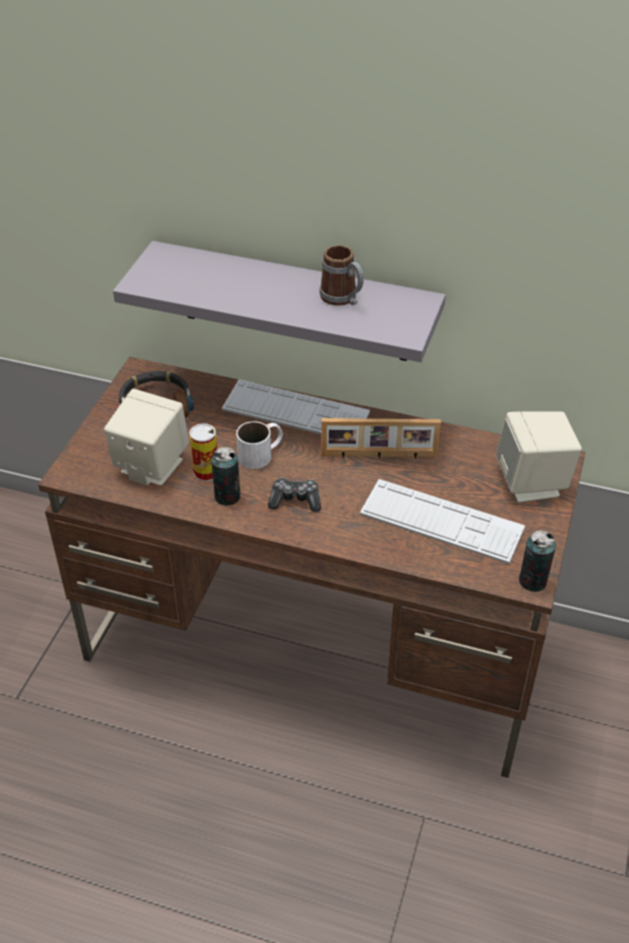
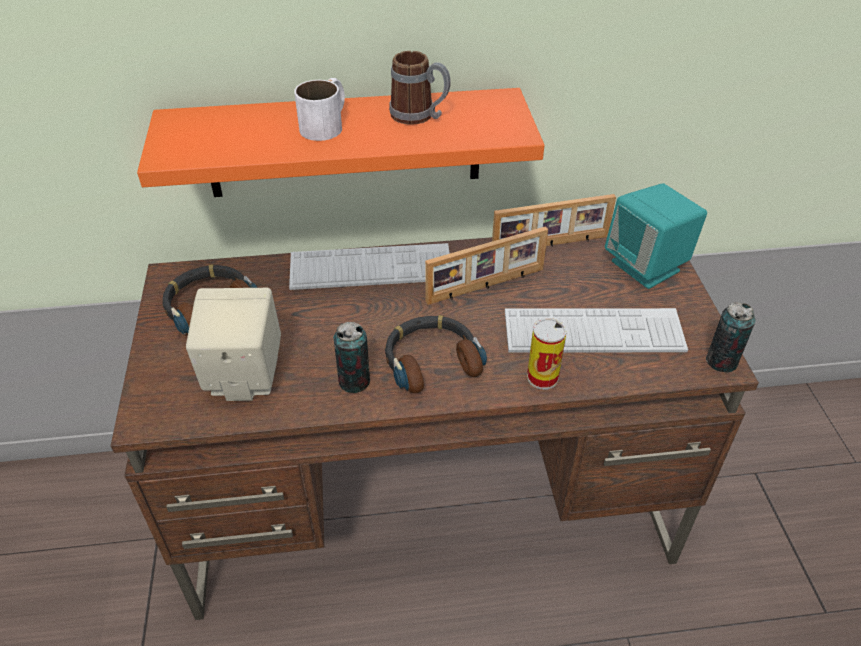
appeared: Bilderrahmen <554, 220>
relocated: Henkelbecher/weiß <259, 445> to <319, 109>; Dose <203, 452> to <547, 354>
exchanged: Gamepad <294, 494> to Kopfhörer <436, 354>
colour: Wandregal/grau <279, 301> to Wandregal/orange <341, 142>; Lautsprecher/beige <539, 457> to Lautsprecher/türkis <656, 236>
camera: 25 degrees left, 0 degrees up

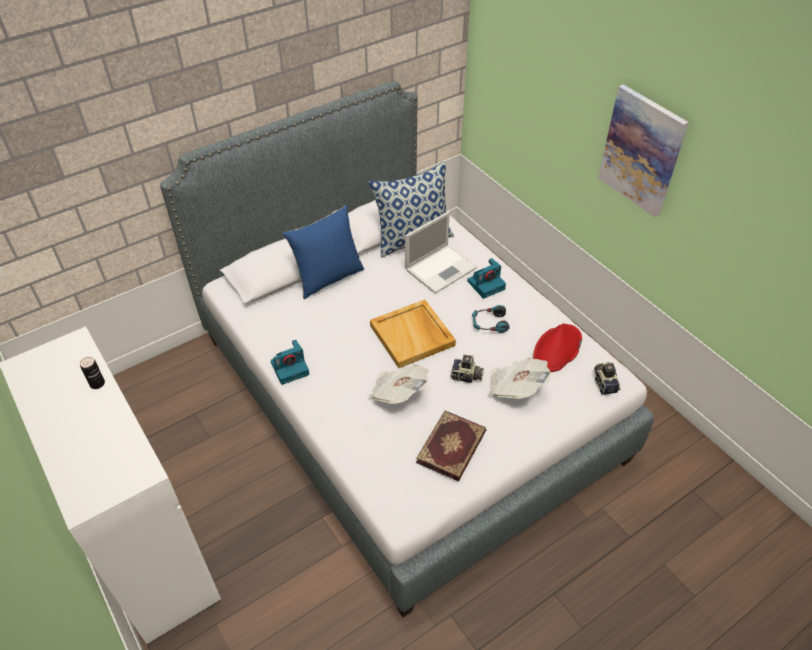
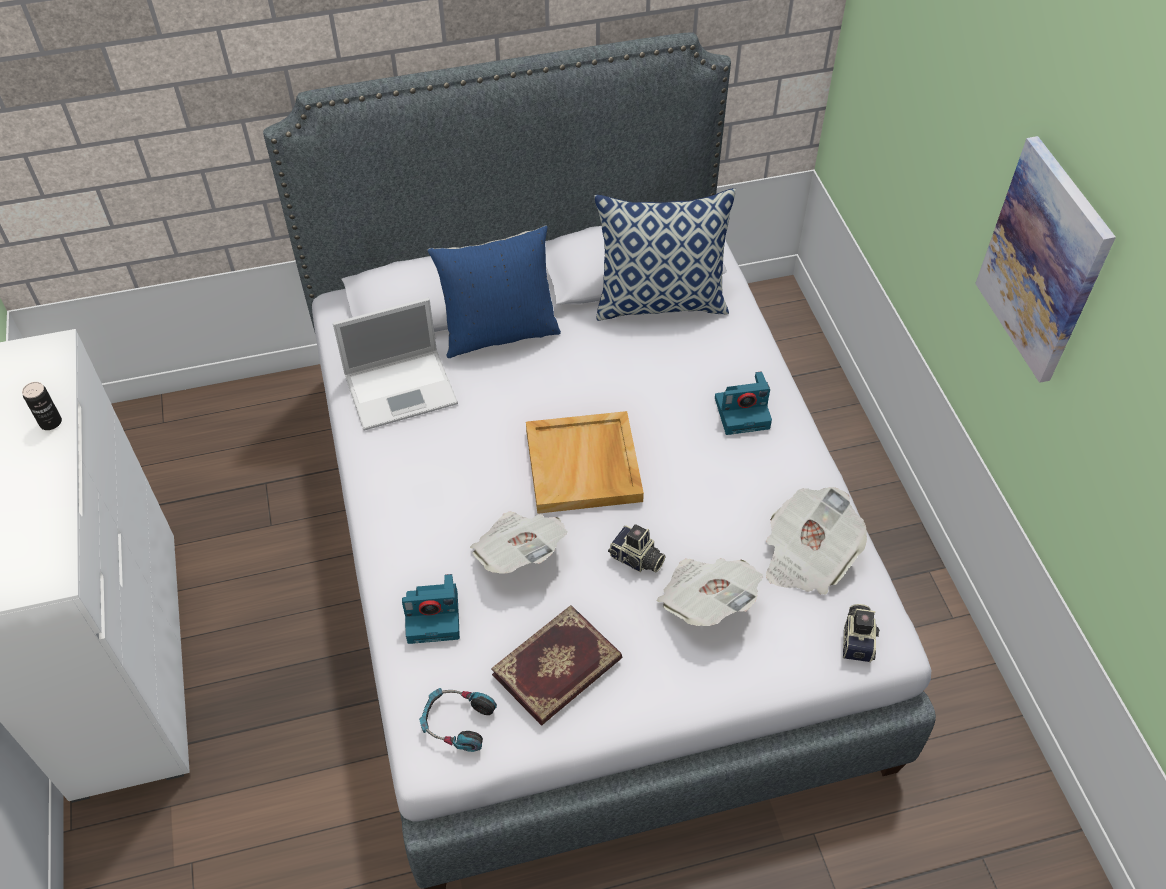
relocated: Laptop <441, 253> to <395, 364>; Kopfhörer <491, 319> to <458, 720>; Kamera <290, 362> to <431, 609>
exchanged: Hut/rot <557, 347> to Zeitung <816, 541>
camera: 20 degrees right, 5 degrees up

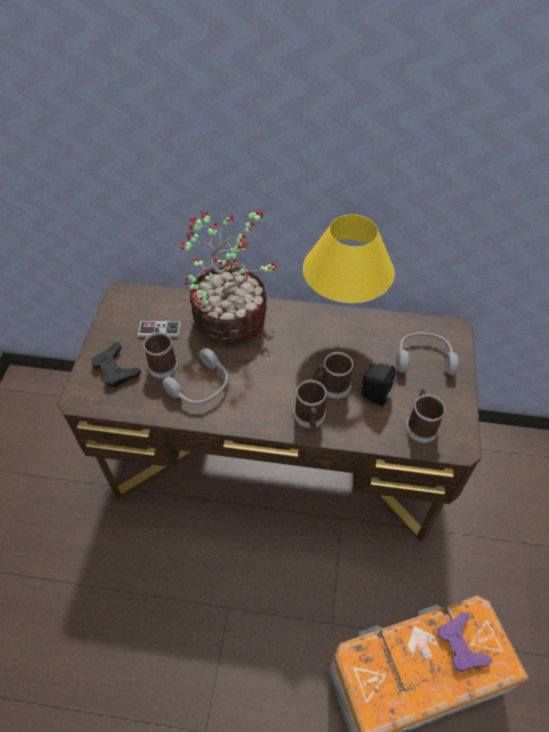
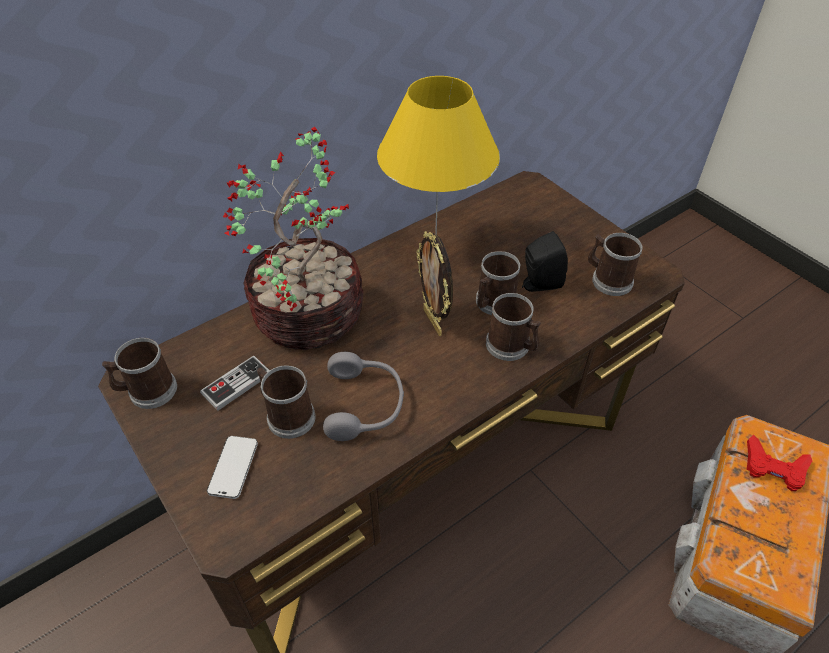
missing: Kopfhörer/grau <427, 353>
appeared: Bilderrahmen <434, 283>; Henkelbecher <139, 373>
exchanged: Gamepad/schwarz <116, 365> to Handy <232, 467>
colour: Gamepad/lila <465, 642> to Gamepad/rot <779, 463>
camera: 45 degrees left, 5 degrees down

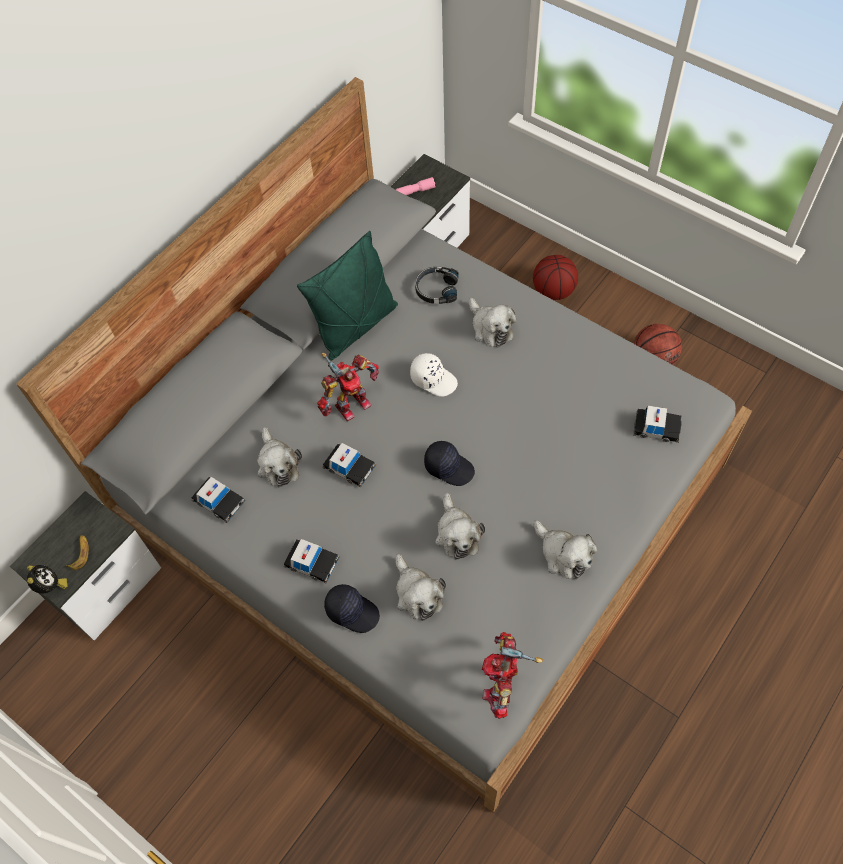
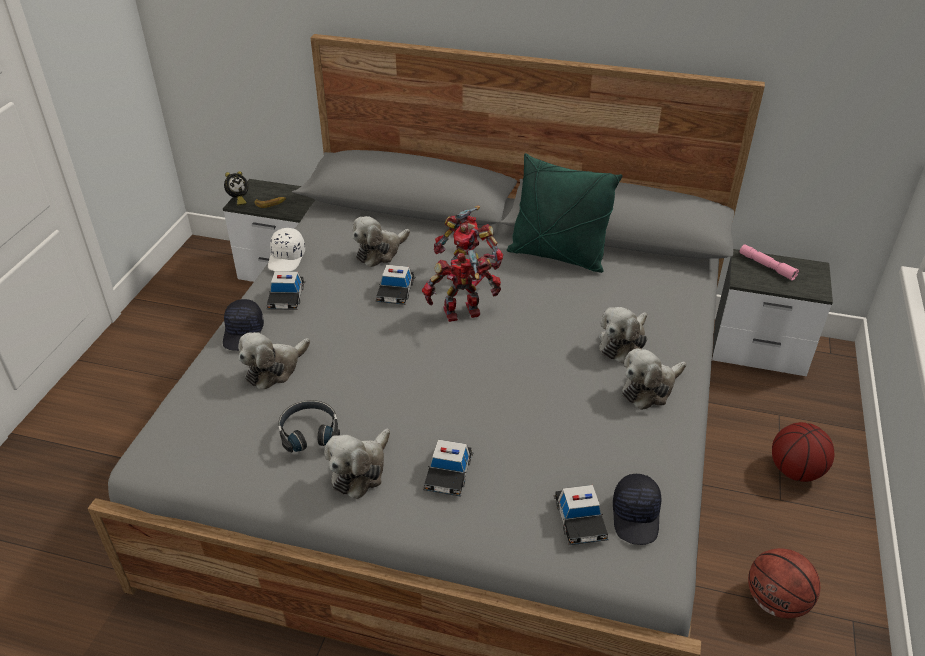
relocated: Kopfhörer/schwarz <437, 285> to <309, 426>; Kappe/weiß <434, 375> to <286, 249>; Kappe/schwarz <449, 463> to <637, 509>; Spielzeugauto <218, 500> to <448, 468>; Plüschtier <460, 526> to <654, 379>; Spielzeugroboter <512, 675> to <461, 285>
camera: 65 degrees right, 20 degrees down

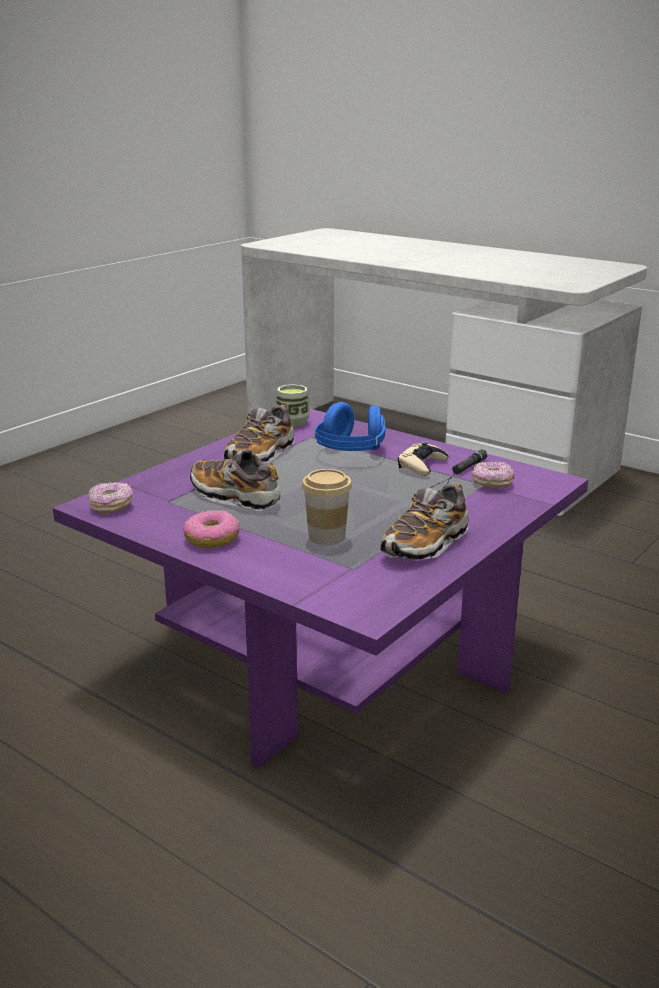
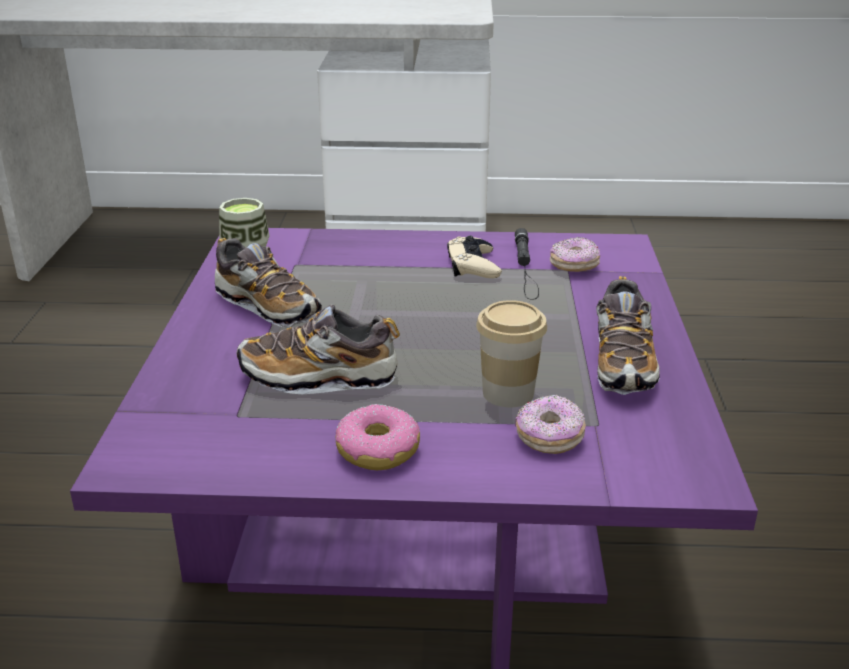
missing: Kopfhörer/blau <349, 426>
relocated: Donut <110, 498> to <550, 424>
spun: Schuh <259, 434> = <268, 283> 45 degrees counterclockwise
camera: 35 degrees left, 5 degrees up

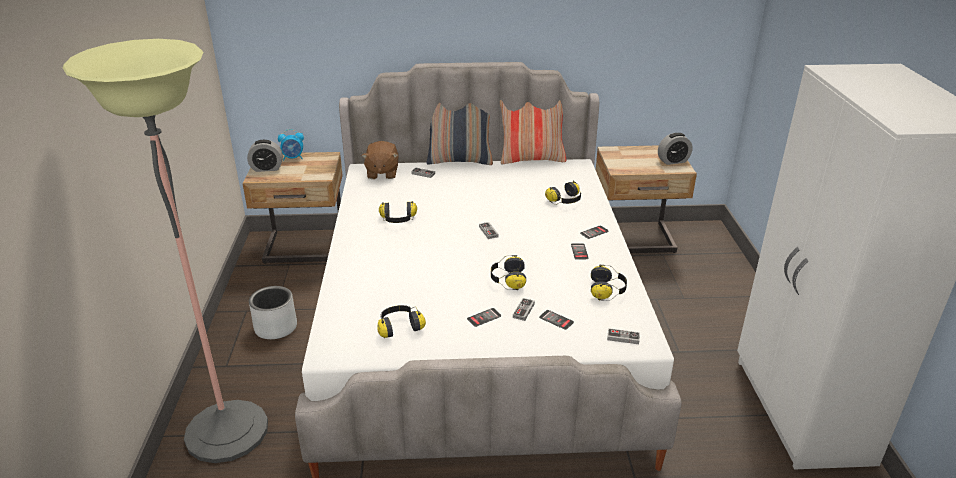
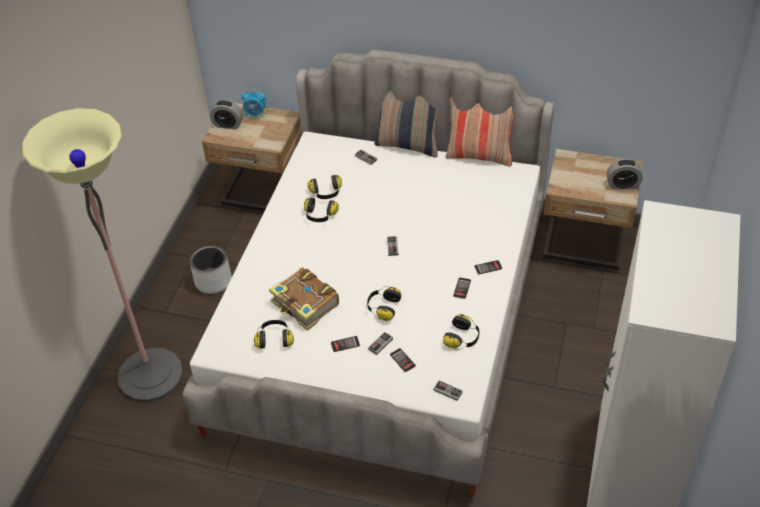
missing: Plüschtier/braun <380, 160>
appeared: Buch <304, 299>
relocated: Kopfhörer <563, 193> to <324, 187>
camera: 20 degrees right, 15 degrees up

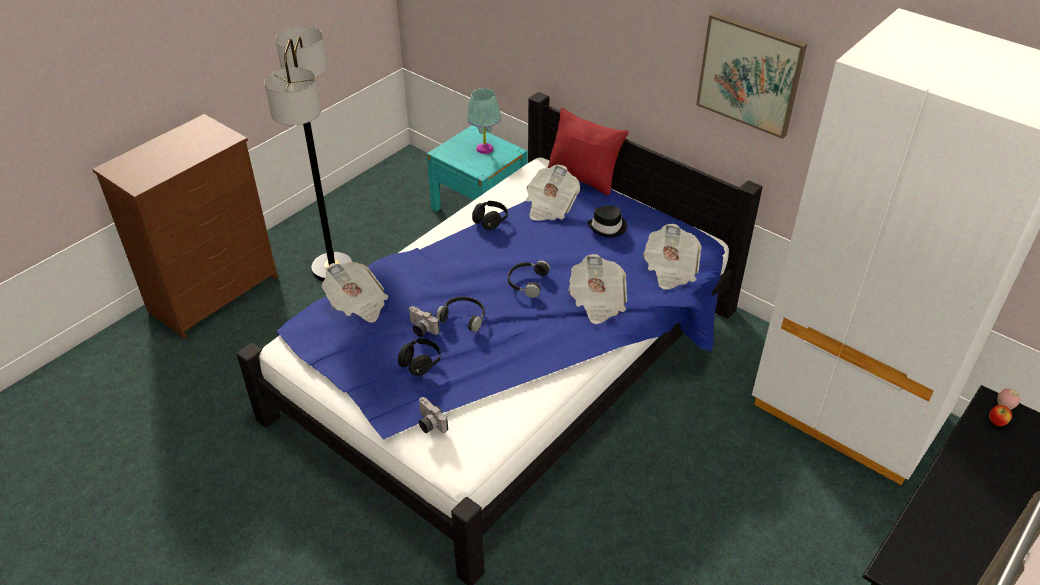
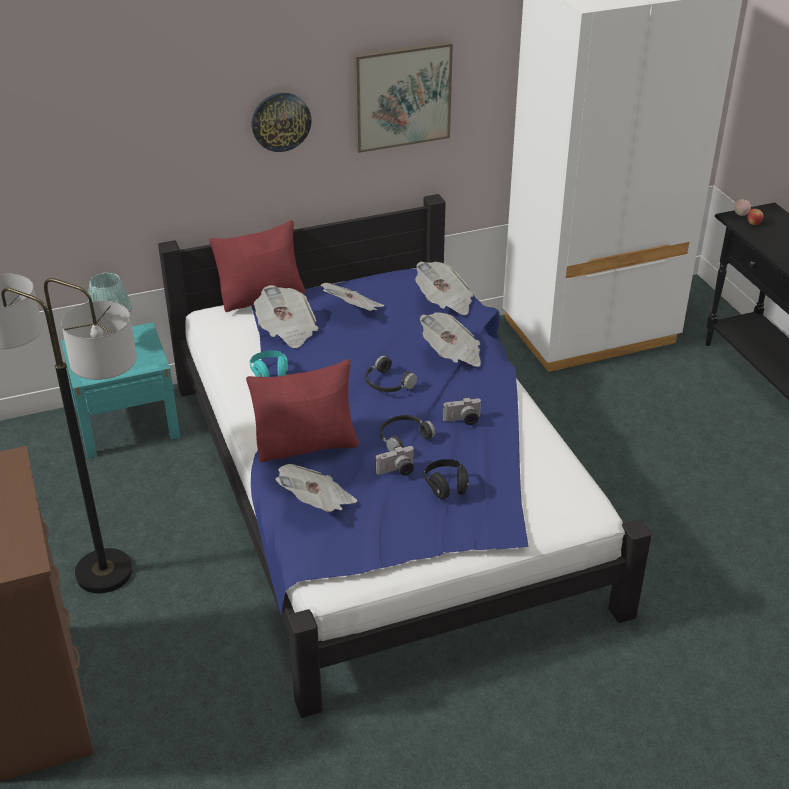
appeared: Wanduhr <282, 122>; Kissen/rot <302, 411>
relocated: Kamera <433, 415> to <462, 411>
exchanged: Hut/schwarz <607, 221> to Zeitung <352, 297>
colour: Kopfhörer/schwarz <490, 215> to Kopfhörer/türkis <269, 363>
camera: 60 degrees left, 5 degrees down

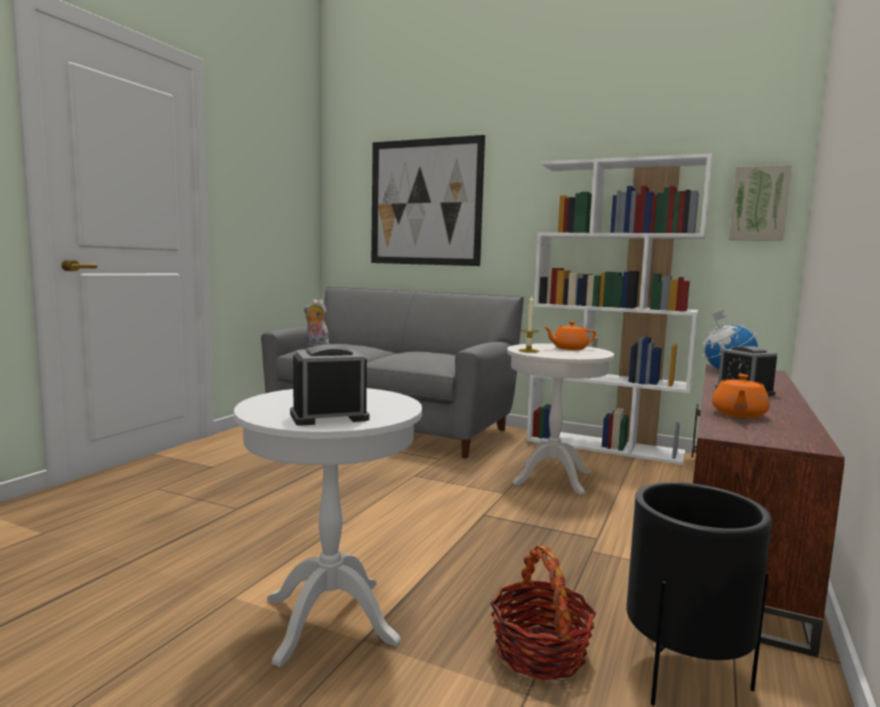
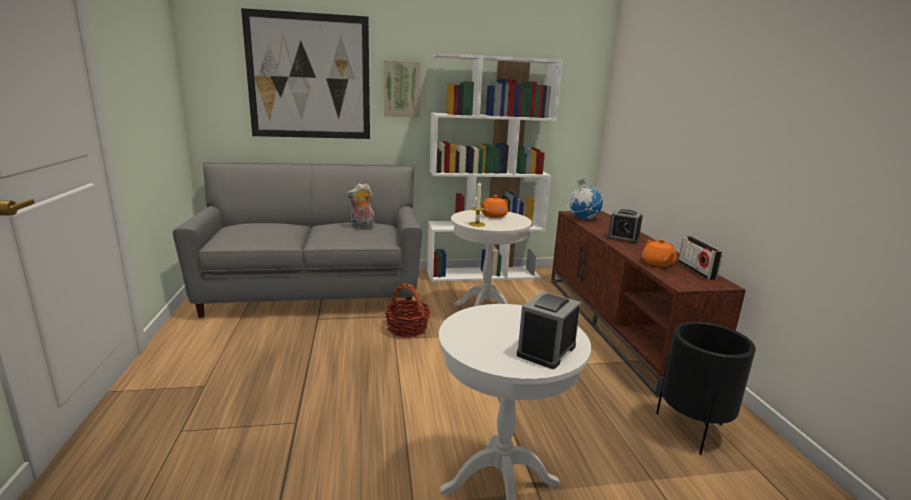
appeared: Radio <700, 258>
relocated: Bild <760, 203> to <402, 89>; Plüschtier <316, 322> to <360, 206>; Korb <543, 612> to <407, 310>
camera: 35 degrees left, 10 degrees up

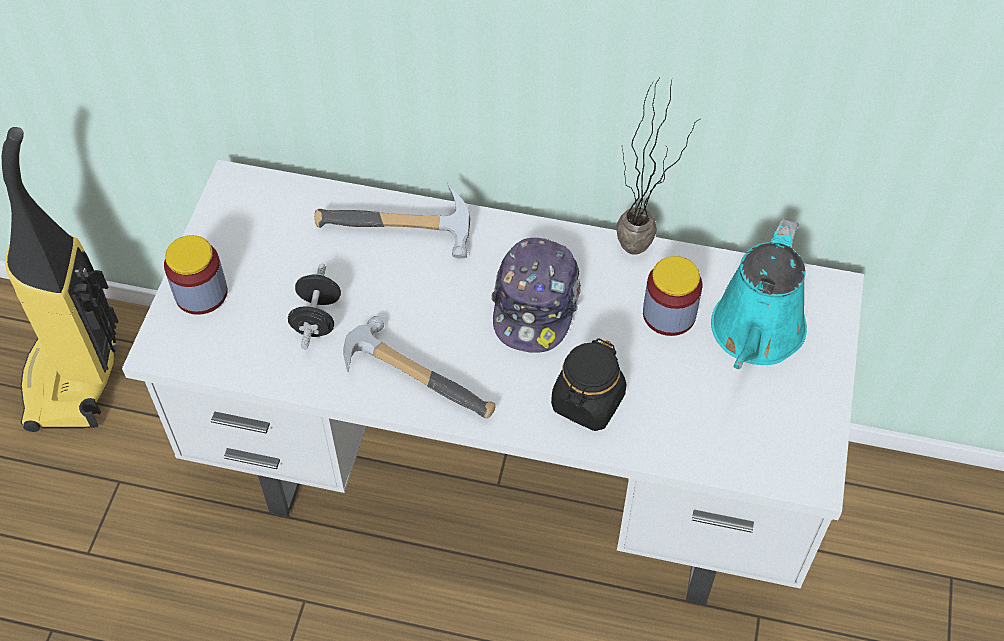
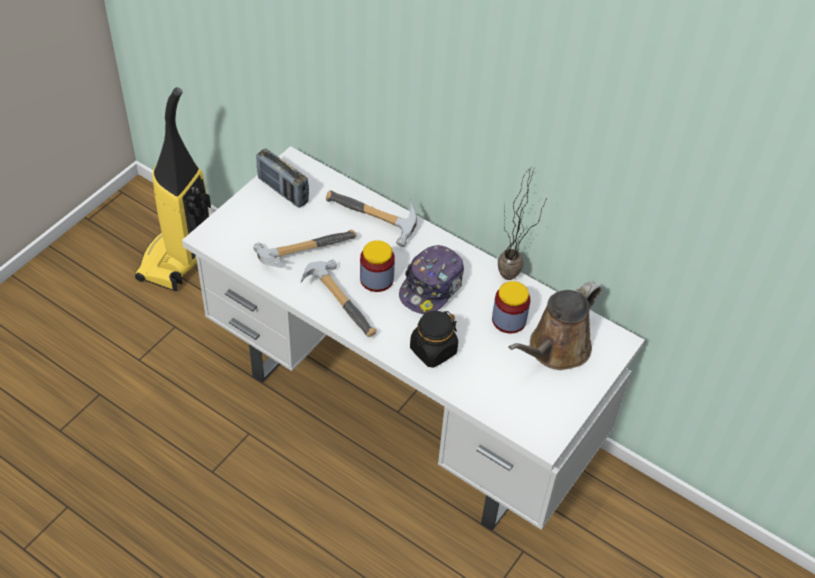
appeared: Radio <282, 178>
relocated: Vorratsglas <196, 275> to <377, 266>
exchanged: Hantel/schwarz <314, 306> to Hammer <304, 249>
colour: Gießkanne/türkis <759, 293> to Gießkanne/braun <554, 325>
camera: 20 degrees right, 5 degrees down

